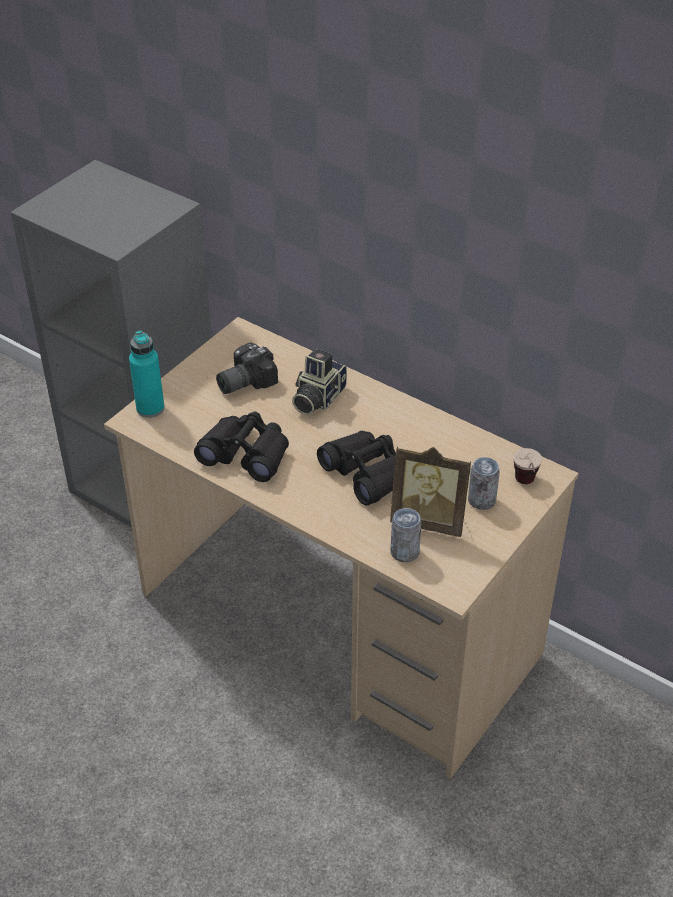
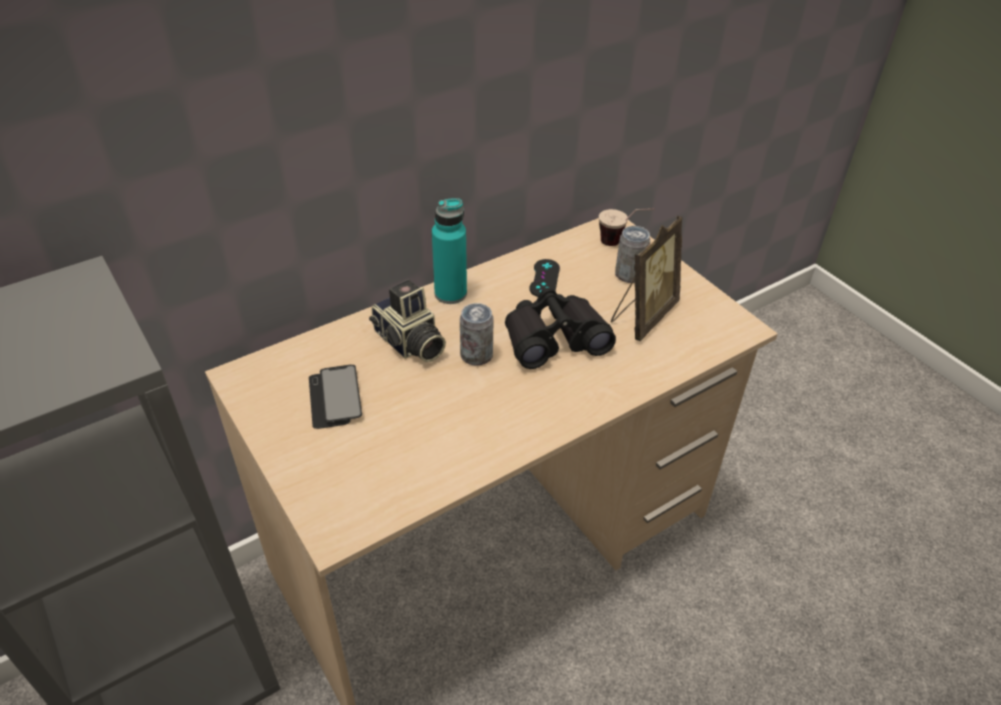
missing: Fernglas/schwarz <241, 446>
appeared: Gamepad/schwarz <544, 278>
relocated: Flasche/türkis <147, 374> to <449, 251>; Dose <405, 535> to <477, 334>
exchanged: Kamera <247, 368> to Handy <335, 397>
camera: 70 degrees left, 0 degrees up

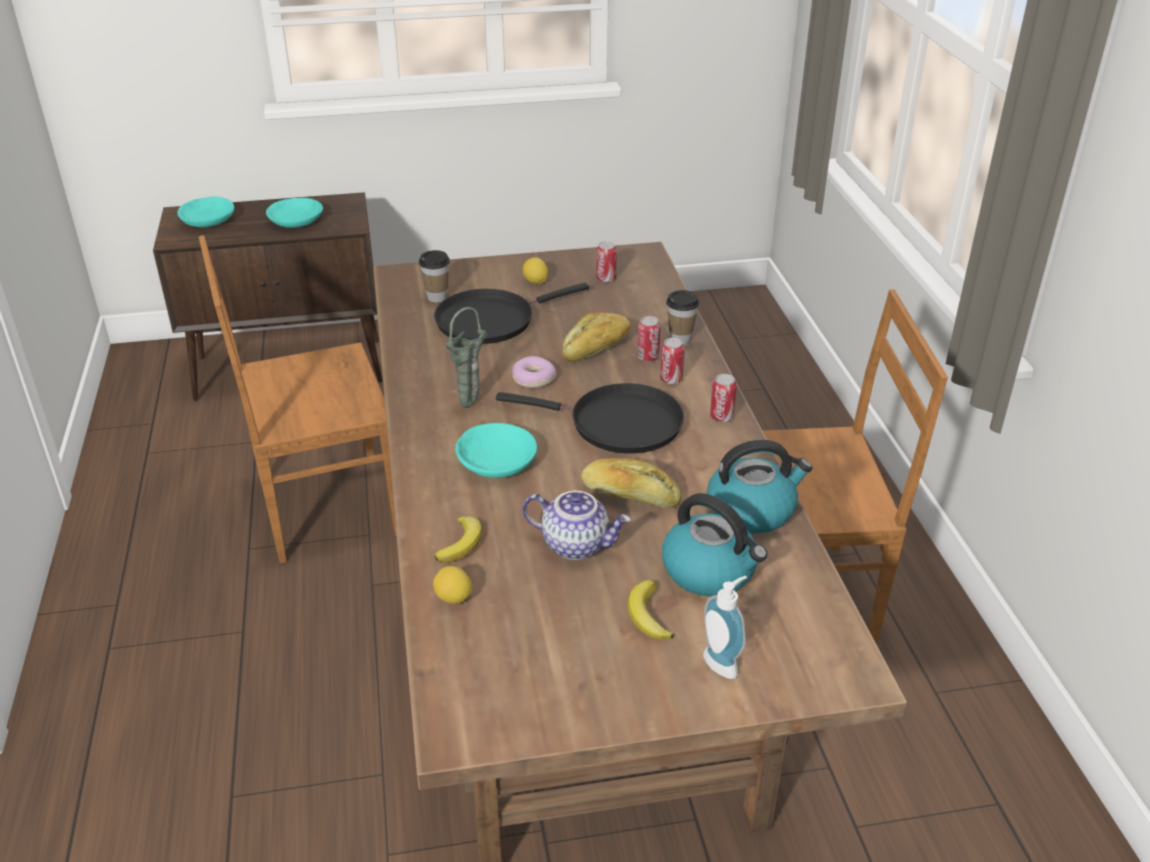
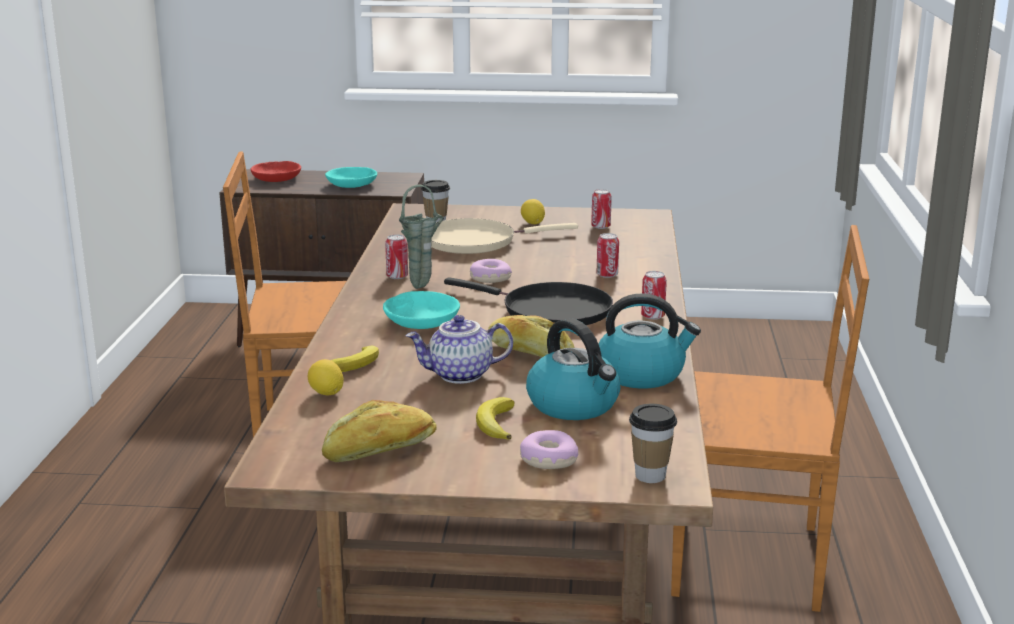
relocated: Tasse <682, 317> to <653, 443>; Brot <596, 337> to <379, 431>; Dose <672, 361> to <396, 256>
exchanged: Seifenspender <725, 627> to Donut <549, 449>
colour: Schüssel/türkis <206, 211> to Schüssel/rot <275, 171>; Pfanne/schwarz <511, 313> to Pfanne/beige <504, 236>
spun: Teekanne <576, 525> = <459, 349> 135 degrees clockwise
camera: 15 degrees right, 15 degrees down

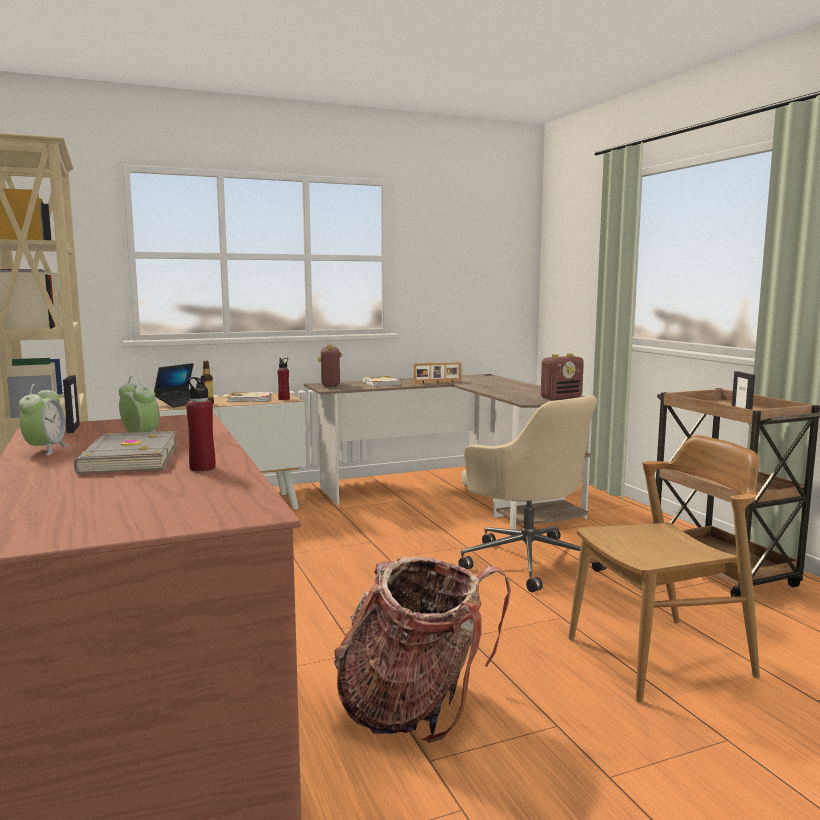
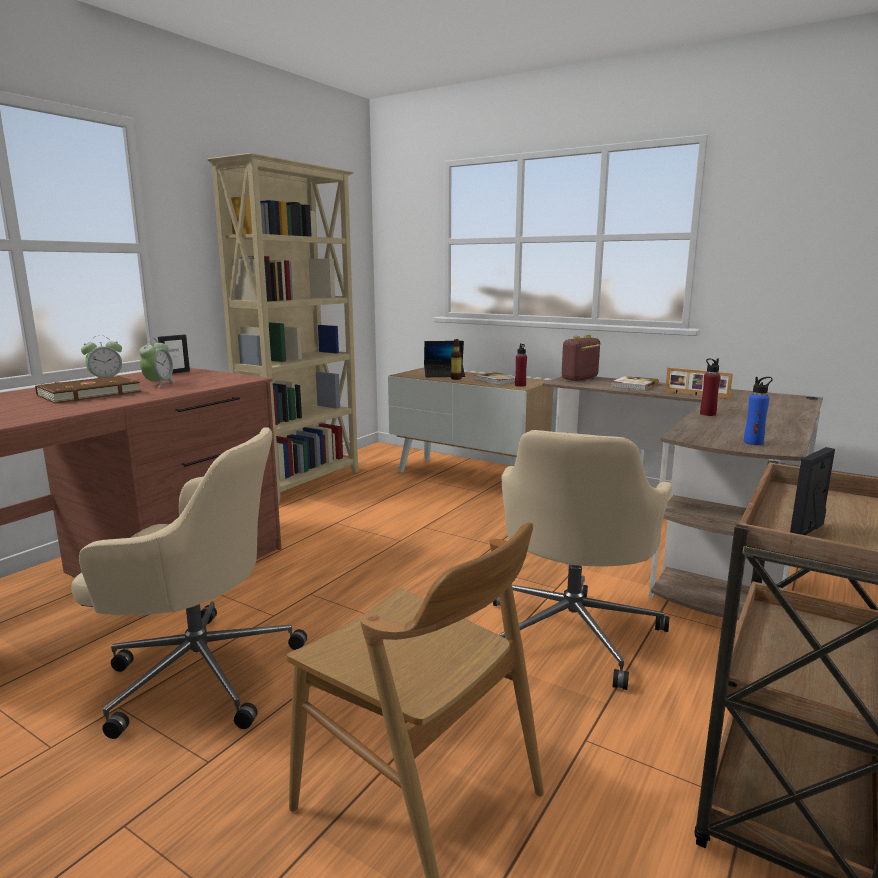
relocated: Flasche/rot <201, 423> to <710, 387>
exchanged: Radio <562, 376> to Flasche/blau <758, 411>; Rucksack <422, 649> to Bürostuhl/beige <189, 583>
colour: Buch/grau <125, 452> to Buch/braun <88, 389>
camera: 55 degrees right, 5 degrees up

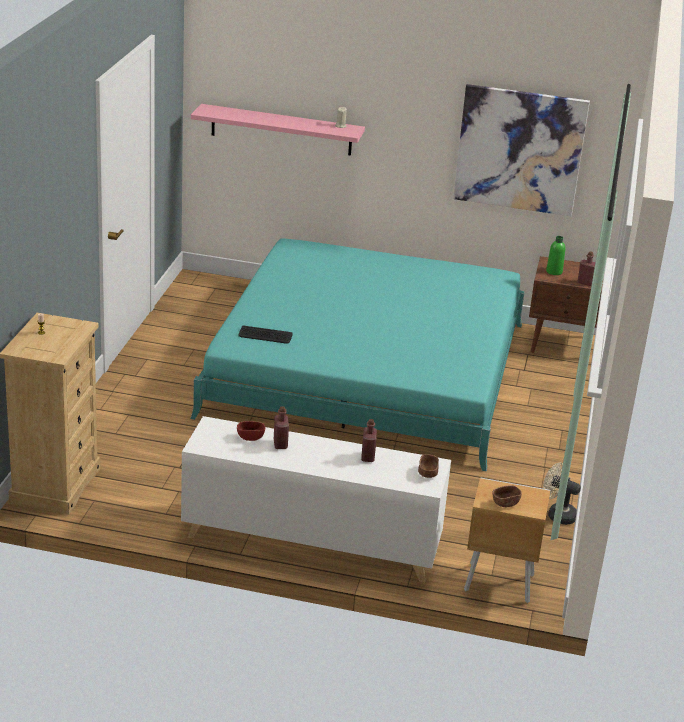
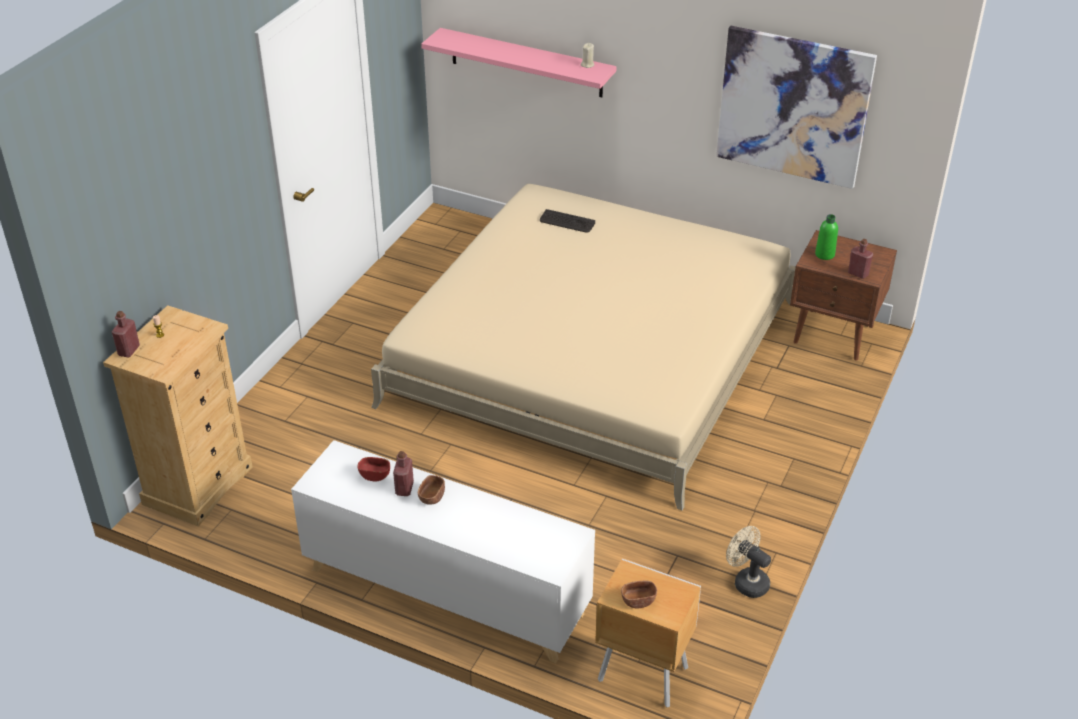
relocated: Tastatur <266, 335> to <567, 221>; Flasche/rot <369, 440> to <126, 334>; Schüssel/braun <428, 466> to <431, 490>
colour: Bett/türkis <357, 354> to Bett/beige <583, 347>
camera: 15 degrees right, 10 degrees up

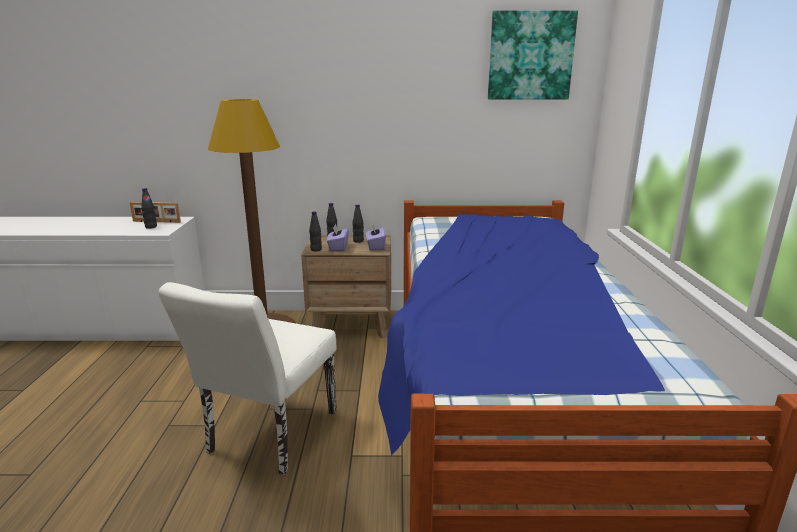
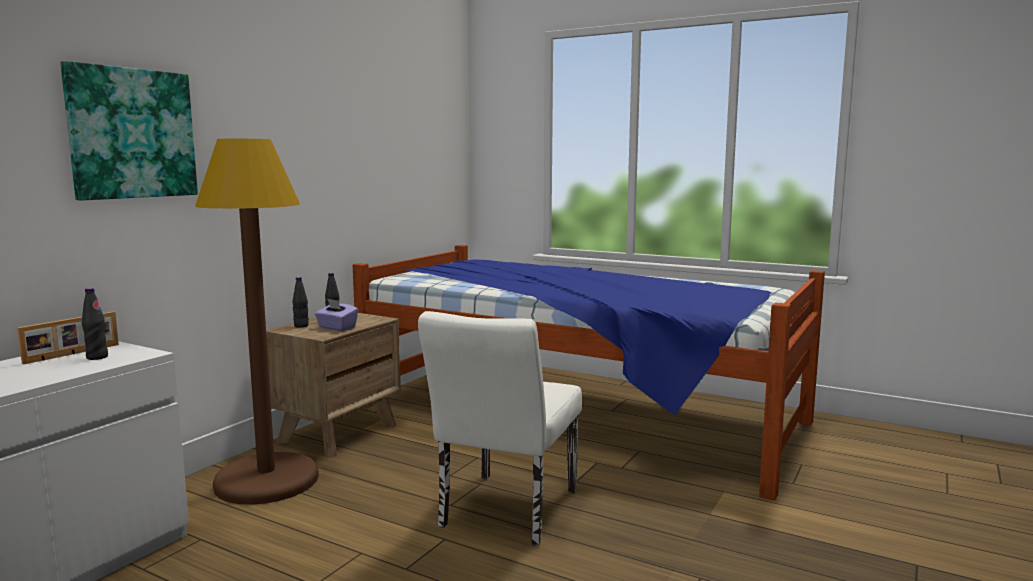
missing: Flasche/schwarz <315, 231>; Taschentuchbox/lila <376, 238>
relocated: Bild <533, 54> to <129, 130>
spun: Stuhl/weiß <248, 378> = <500, 428> 60 degrees clockwise
camera: 60 degrees left, 10 degrees down

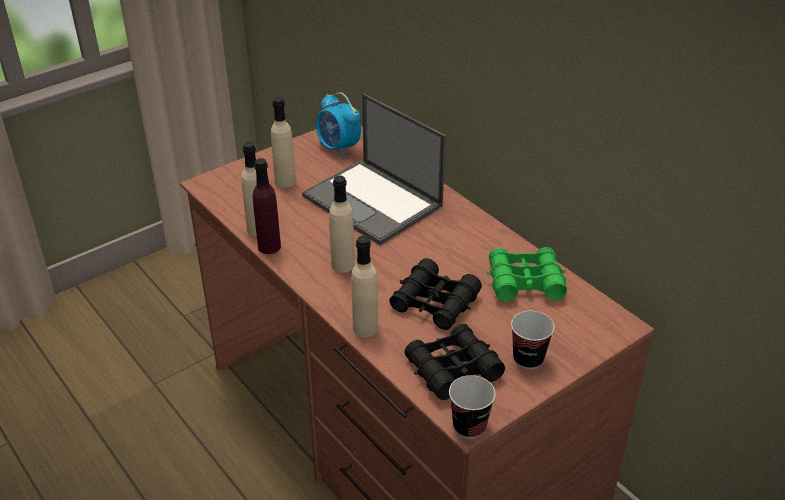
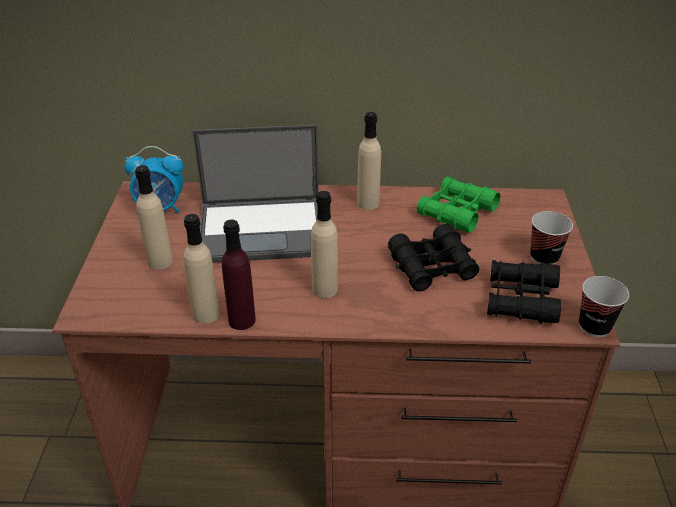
relocated: Flasche/beige <364, 286> to <369, 161>
camera: 50 degrees left, 0 degrees up

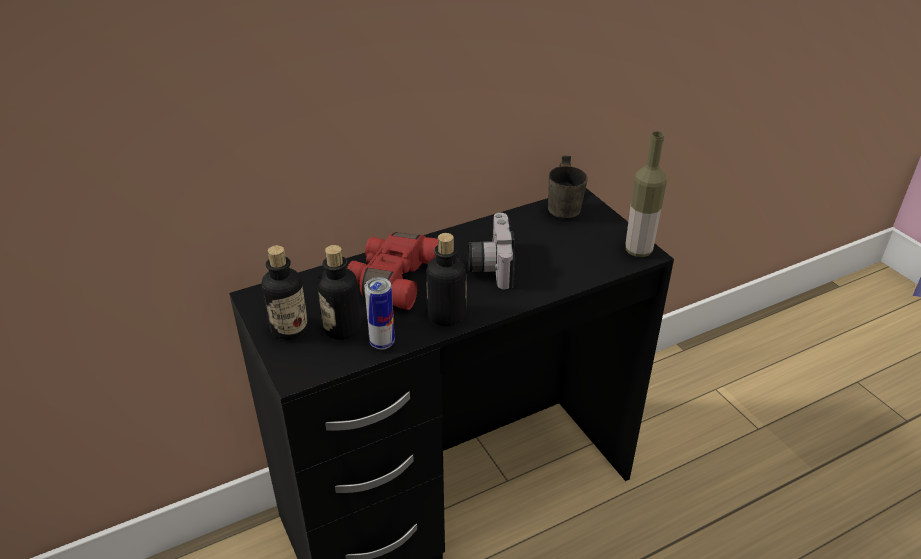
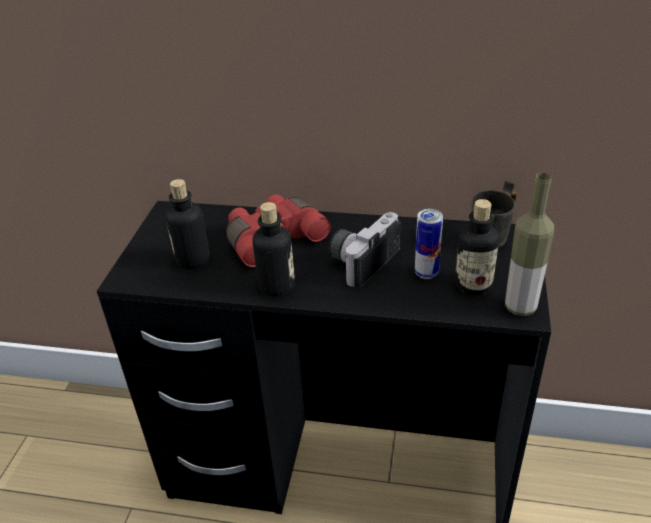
relocated: Flasche <284, 292> to <477, 247>; Dose <380, 313> to <429, 244>
camera: 40 degrees right, 0 degrees up

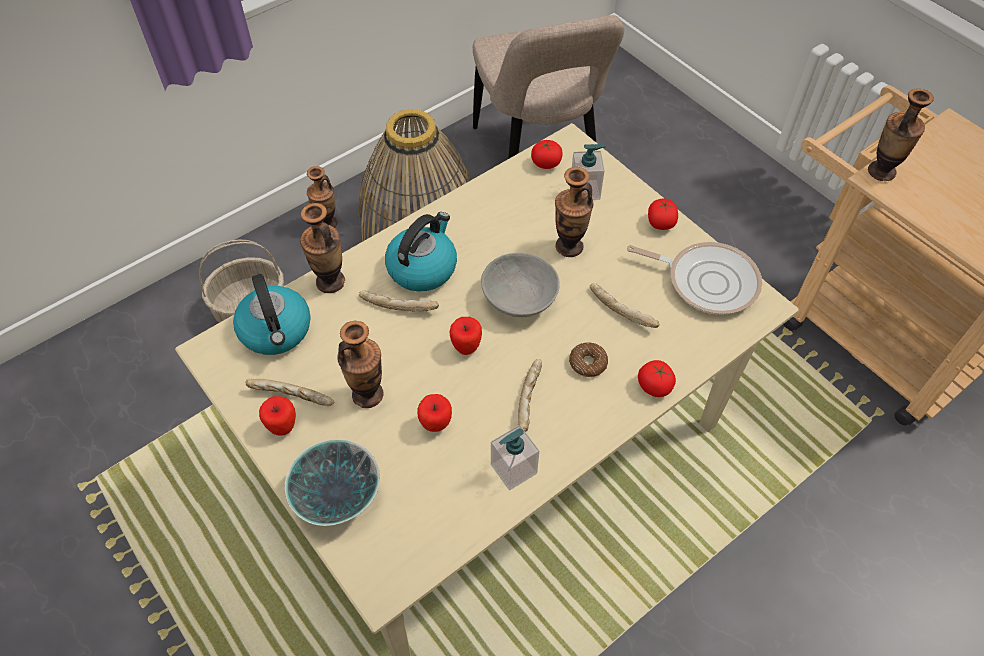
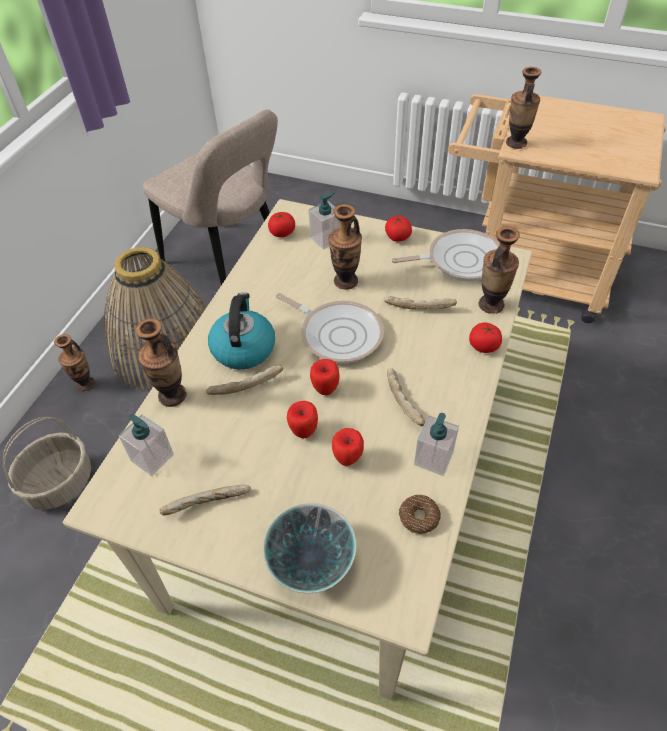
relocated: Vase <360, 364> to <499, 270>; Donut <588, 359> to <420, 514>; Apfel <277, 416> to <302, 420>
exchanged: Schüssel/grau <520, 284> to Pfanne <330, 328>; Wasserkessel <272, 314> to Seifenspender <146, 445>
camera: 30 degrees left, 5 degrees down

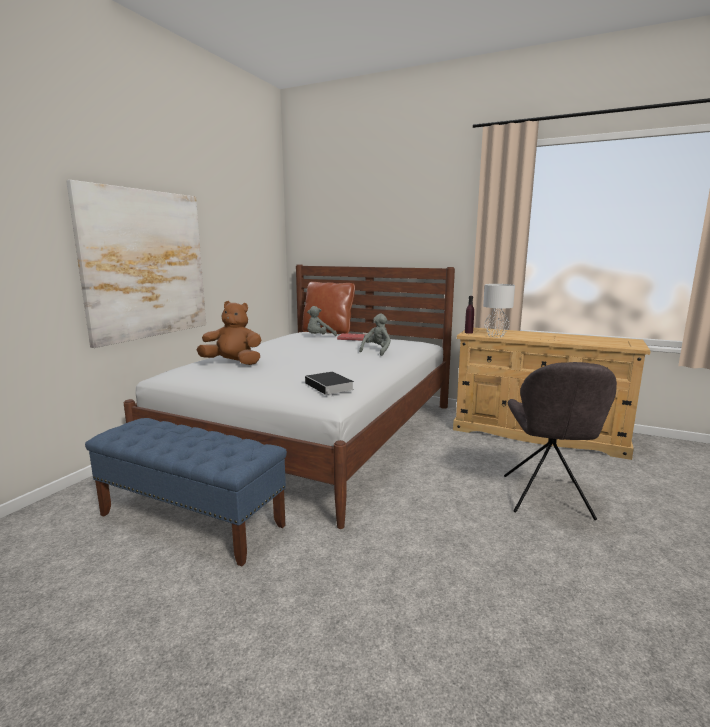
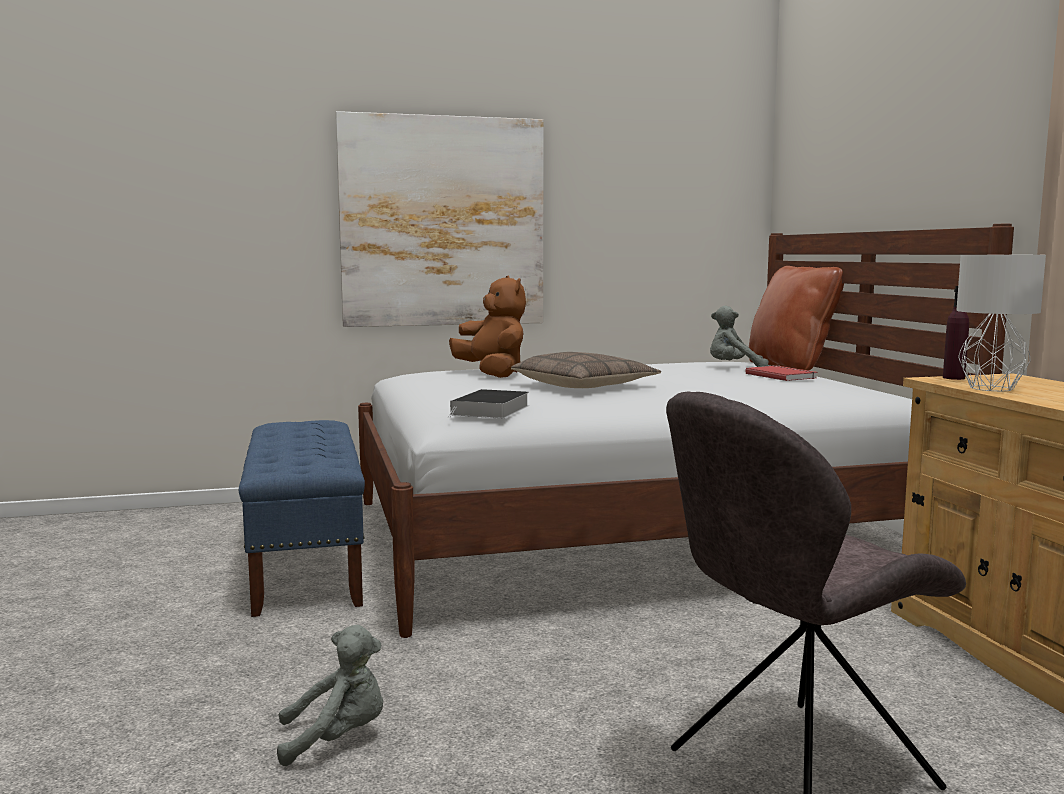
appeared: Kissen <586, 370>
relocated: Plüschtier/grau <375, 334> to <330, 695>
camera: 50 degrees right, 5 degrees down

